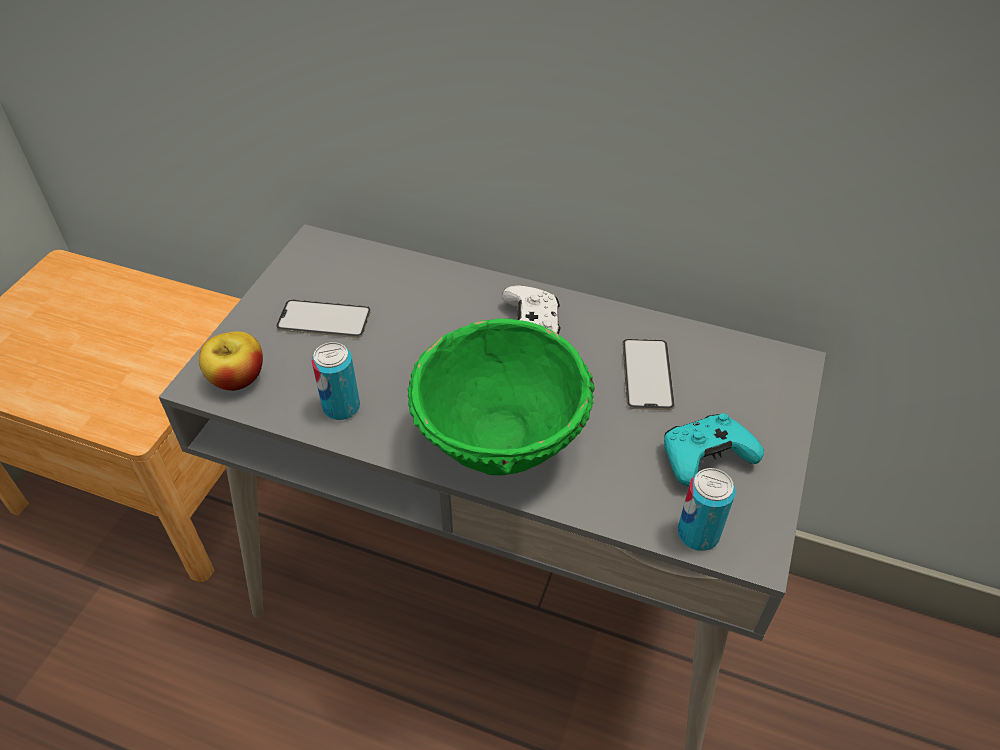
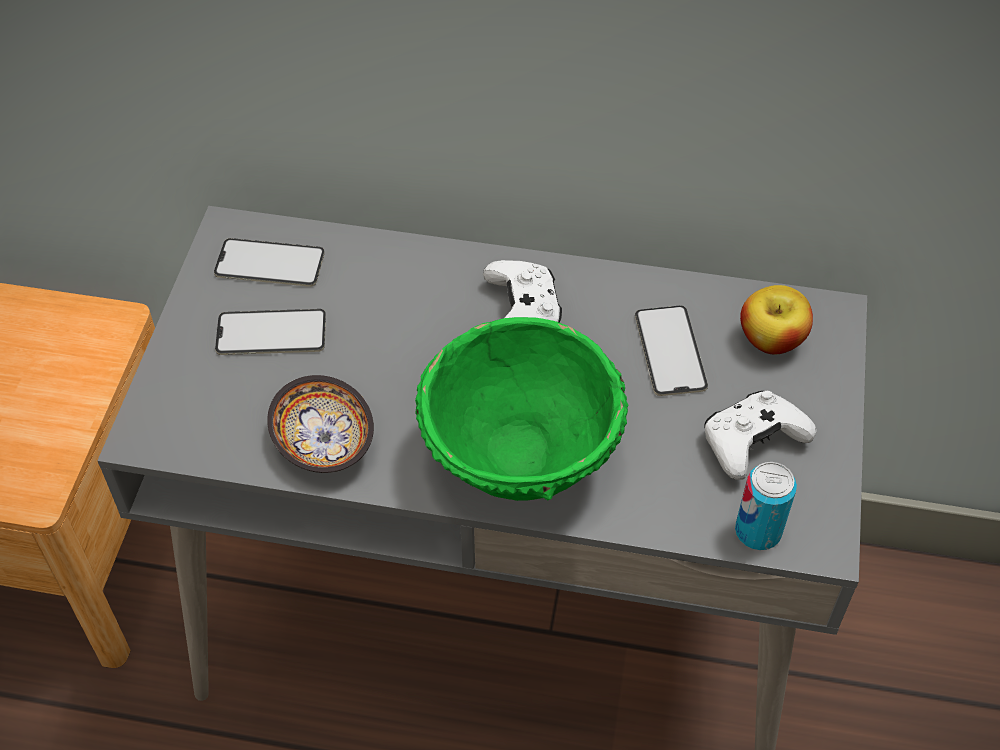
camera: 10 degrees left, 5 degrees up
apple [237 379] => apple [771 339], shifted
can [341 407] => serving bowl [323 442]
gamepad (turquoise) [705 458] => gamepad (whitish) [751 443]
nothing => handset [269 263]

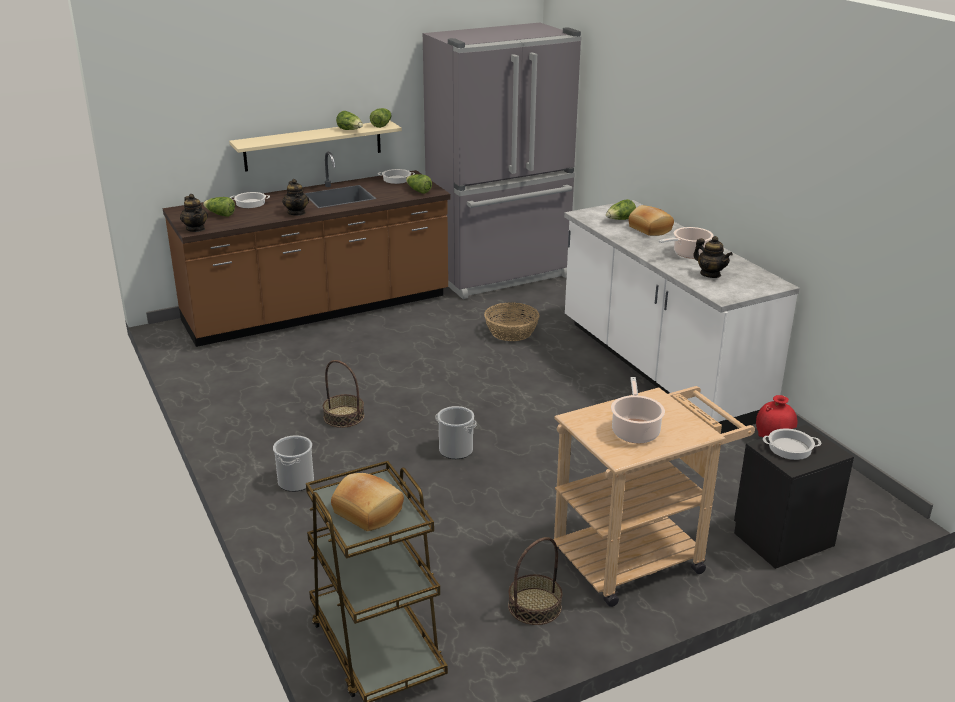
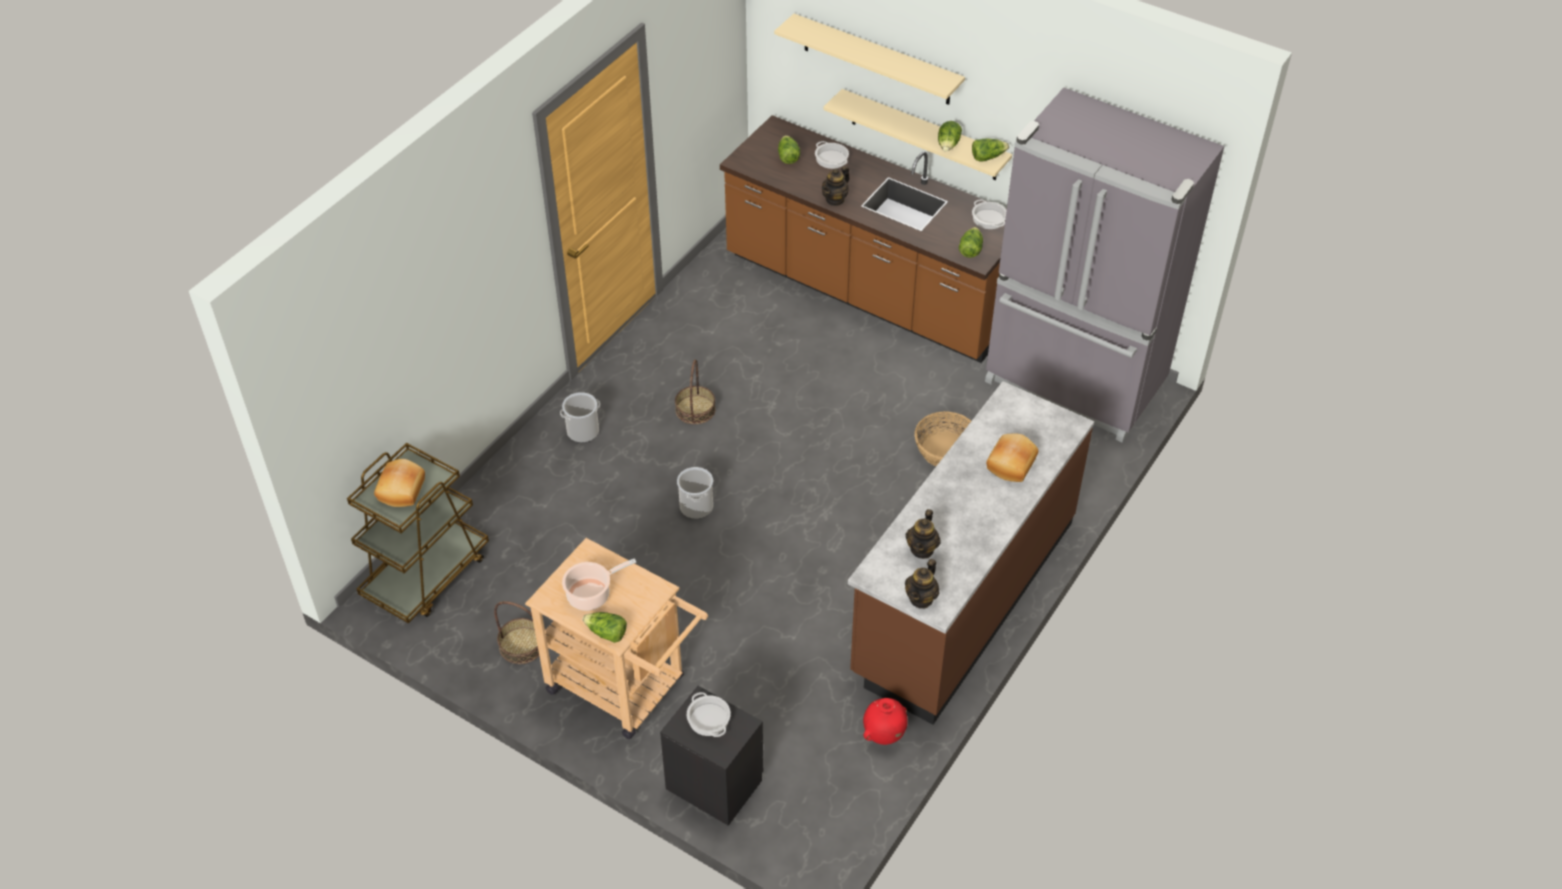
camera: 60 degrees right, 20 degrees up
tea pot [195 229] => tea pot [921 598], shifted
head of lettuce [620 220] => head of lettuce [606 633], shifted
kitchen counter (whitish) [659 369] => kitchen counter (brownish) [962 597]
stockpot [689 254] => nothing
nothing => bracket shelf (beige-coloured) [876 60]

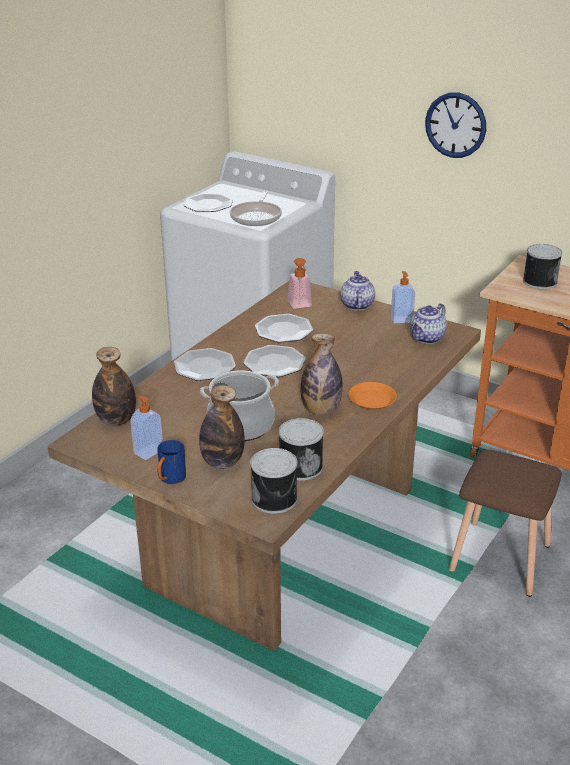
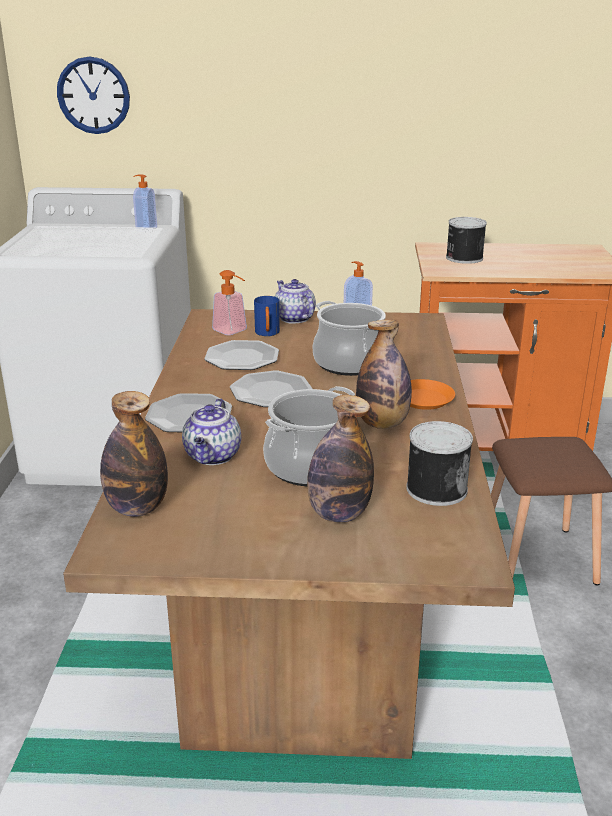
camera: 30 degrees left, 5 degrees down
wall clock [455 125] => wall clock [93 95], shifted
pan [257 217] => nothing
dinner plate [208 204] => nothing
tea pot [427 338] => tea pot [213 456], shifted
soap dispenser [148 451] => soap dispenser [146 229], shifted
coffee mug (blue-coloured) [170 480] => coffee mug (blue-coloured) [267 334], shifted
can [275 498] => nothing
nothing => stockpot [350 363]

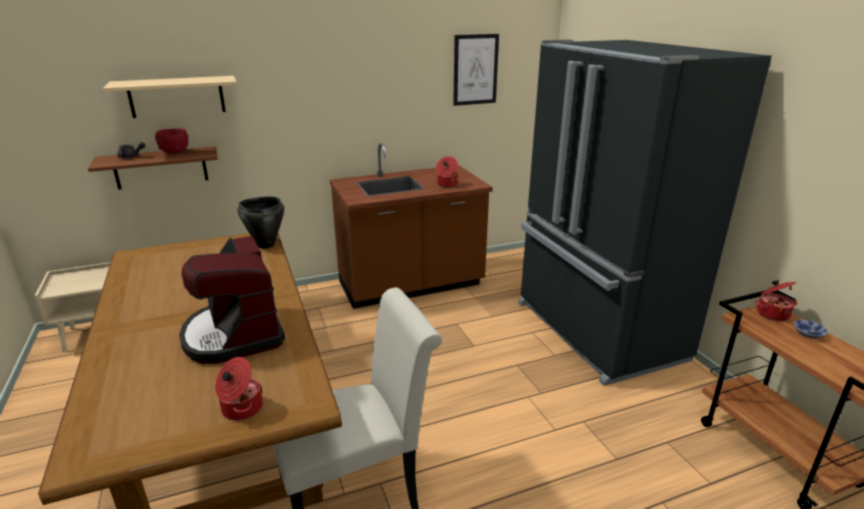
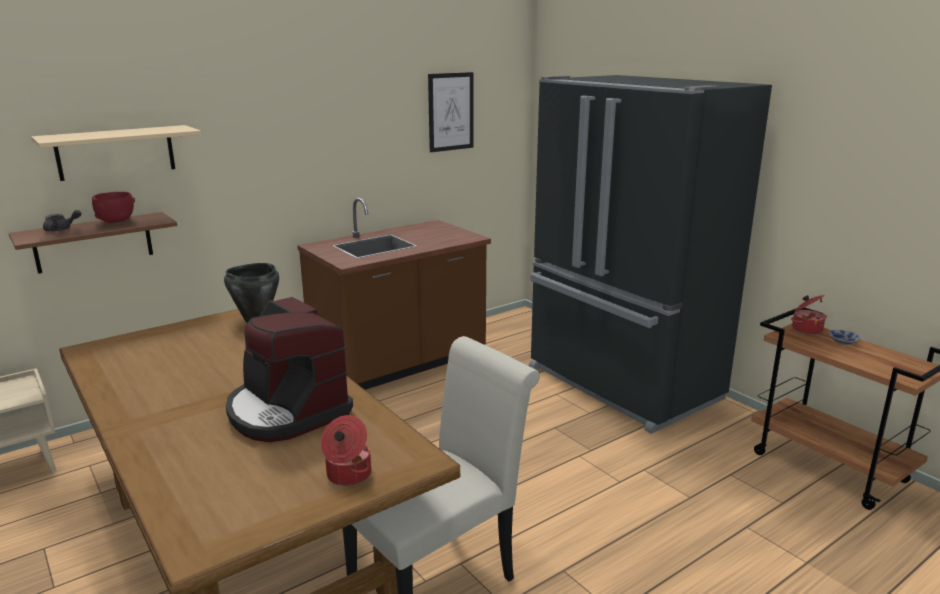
camera: 15 degrees left, 5 degrees down
stockpot [447 184] => nothing

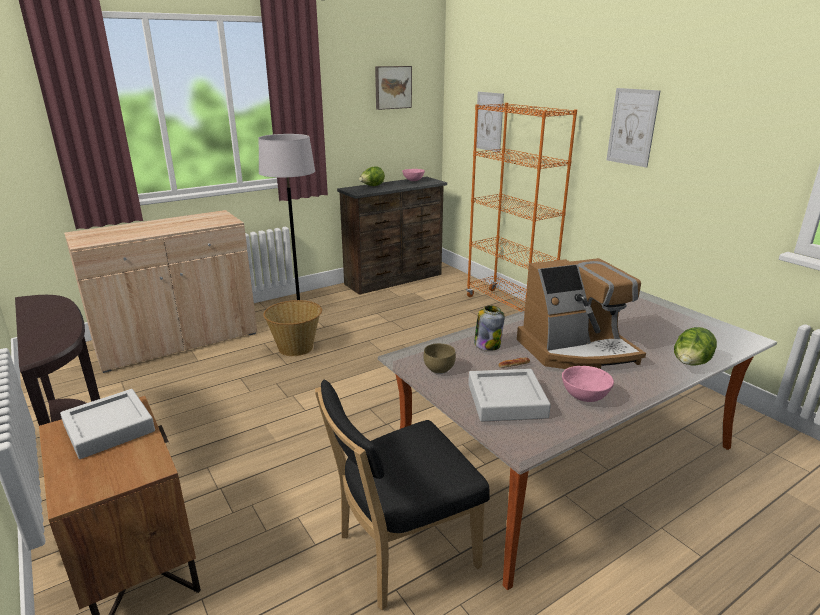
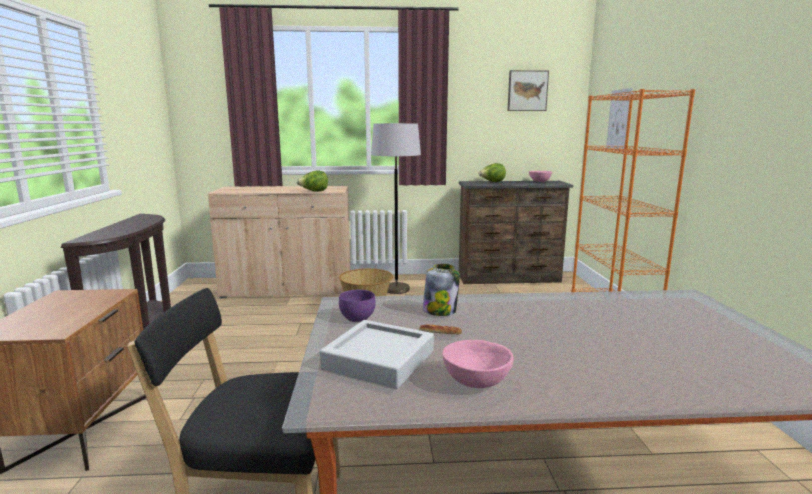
camera: 30 degrees right, 10 degrees down
wall art [632 127] => nothing
coffee brewer [577 350] => nothing
head of lettuce [690 365] => head of lettuce [314 191], shifted
serving bowl (brownish) [439 369] => serving bowl (purple-coloured) [358 318]
serving tray (gray) [109 428] => nothing

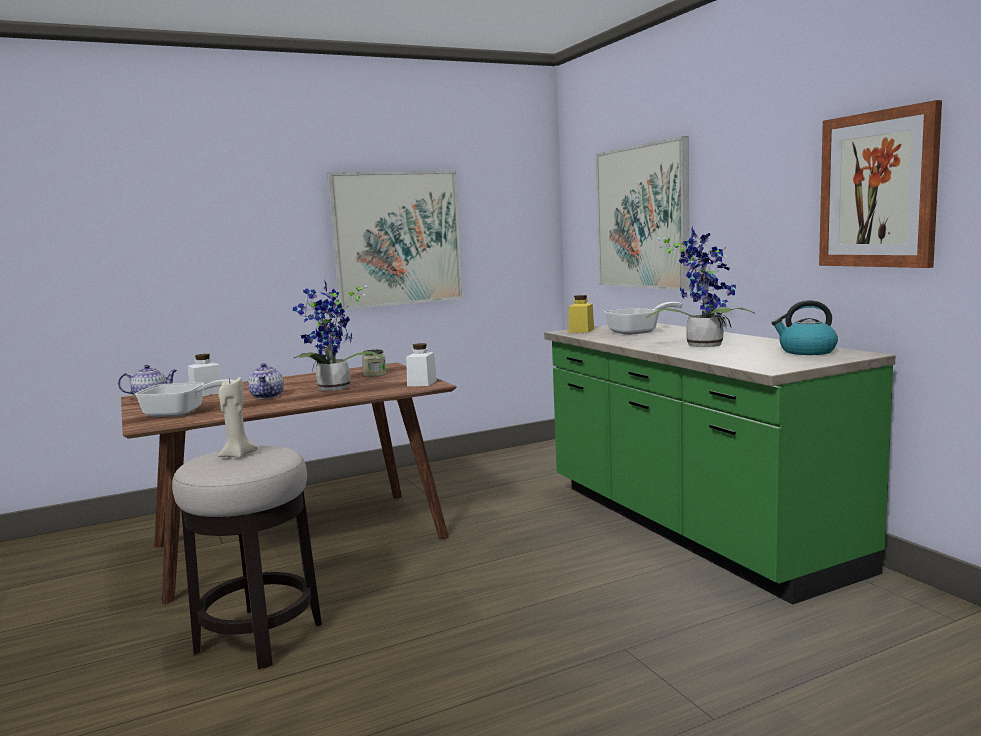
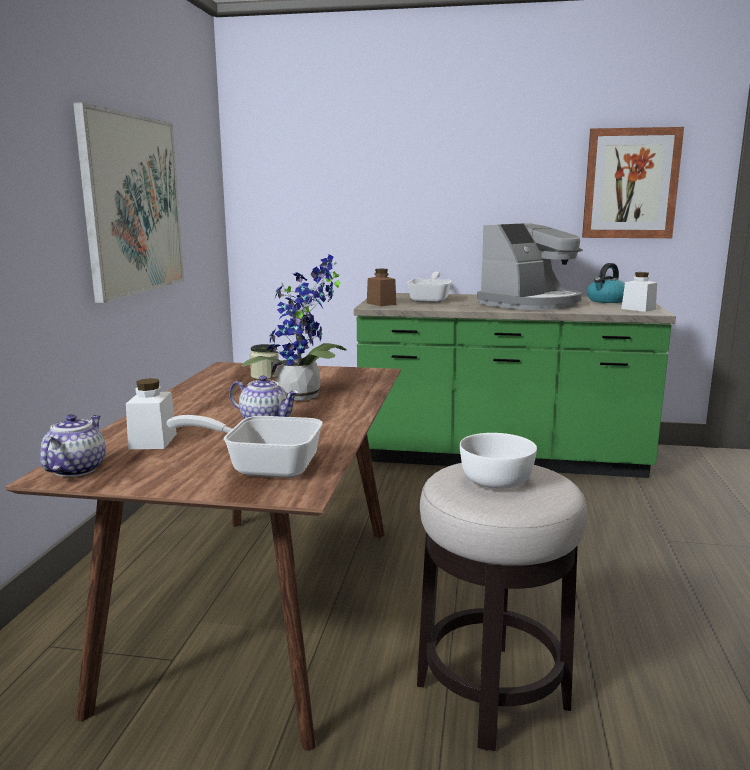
camera: 55 degrees left, 5 degrees up
wall art [642 217] => nothing
plant in a pot [703 345] => coffee brewer [531 303]
storage jar (yellow) [581 330] => storage jar (brownish) [381 304]
storage jar (whitish) [422 383] => storage jar (whitish) [638 309], shifted
candle (beige-coloured) [237 455] => serving bowl (whitish) [496 479]
pan [181 413] => pan [263 466], 120 degrees counterclockwise

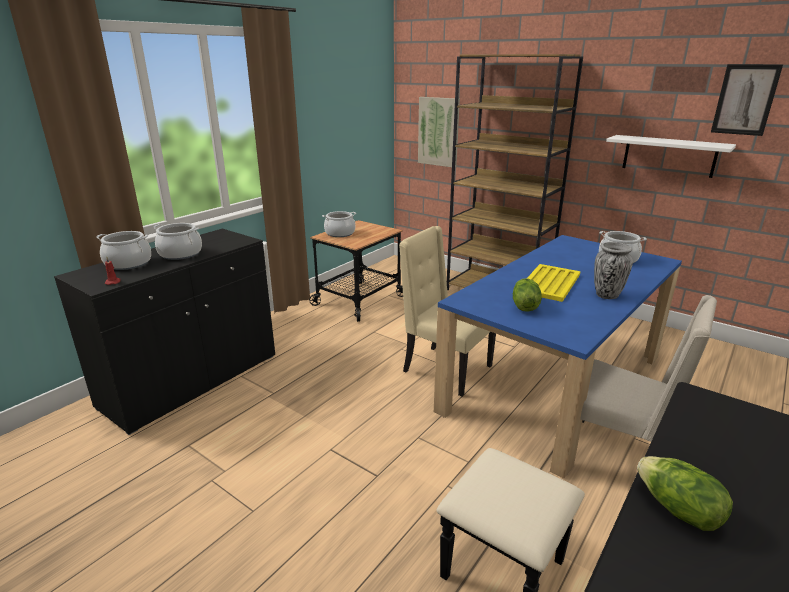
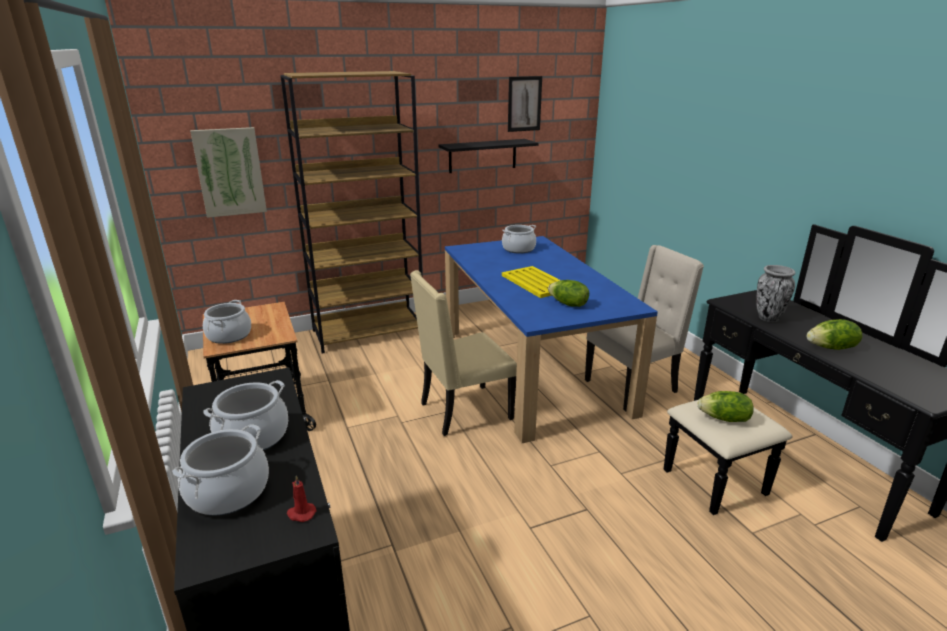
camera: 60 degrees left, 0 degrees up
bracket shelf (whitish) [669 156] => bracket shelf (black) [482 156]
flower vase [606 295] => flower vase [768 318], shifted
nothing => head of lettuce [724 419]

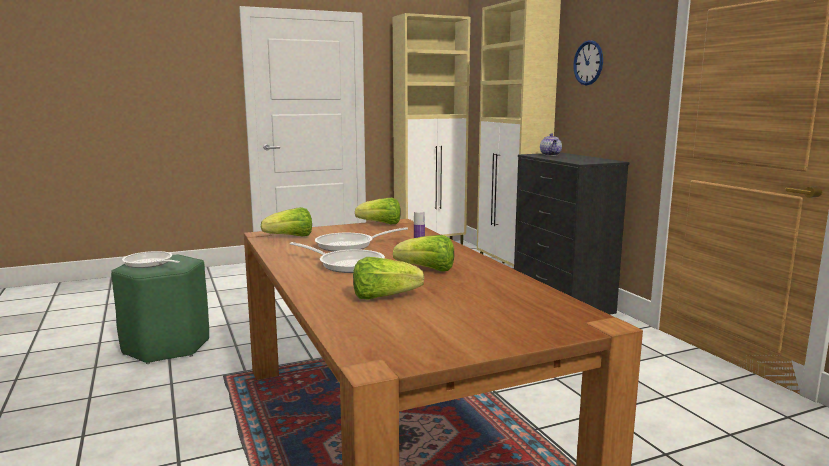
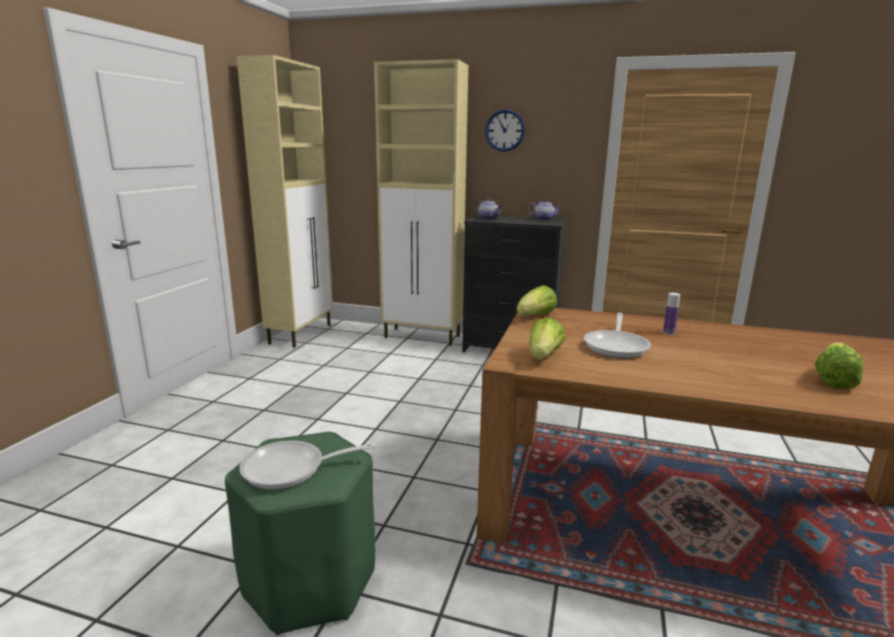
camera: 50 degrees left, 5 degrees up
head of lettuce [427 270] => nothing
pan [346 264] => nothing
nothing => tea pot [544 219]

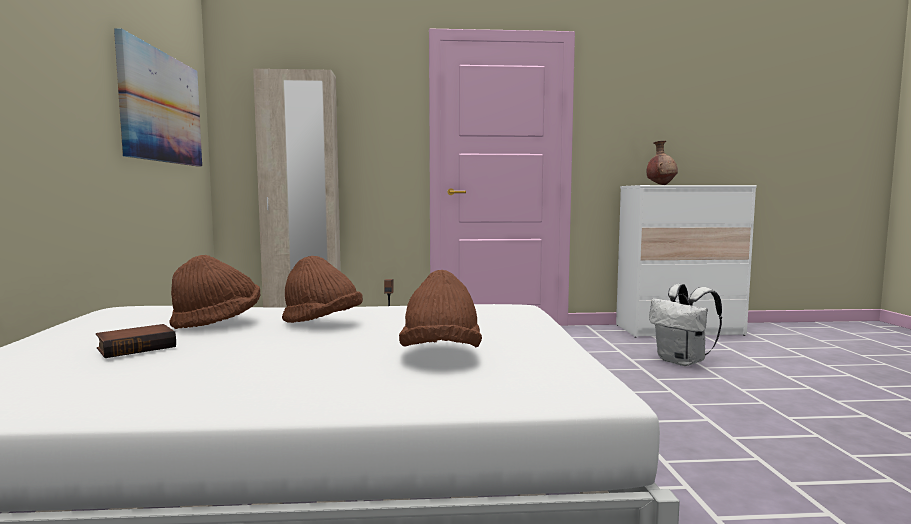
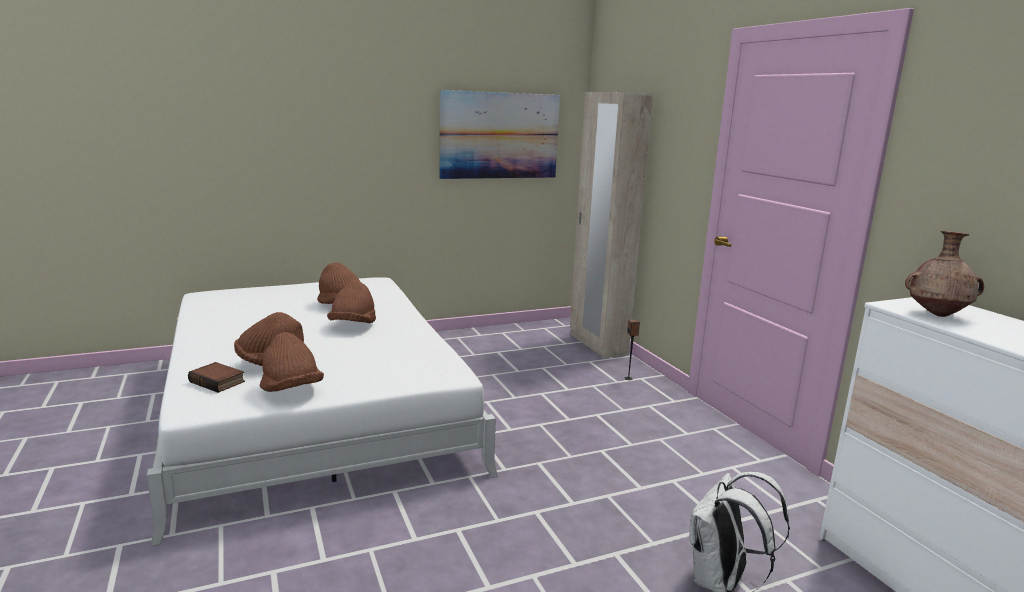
camera: 70 degrees right, 10 degrees up
bound book [137 347] => bound book [219 381], shifted
nothing => hat (brownish) [291 390]

